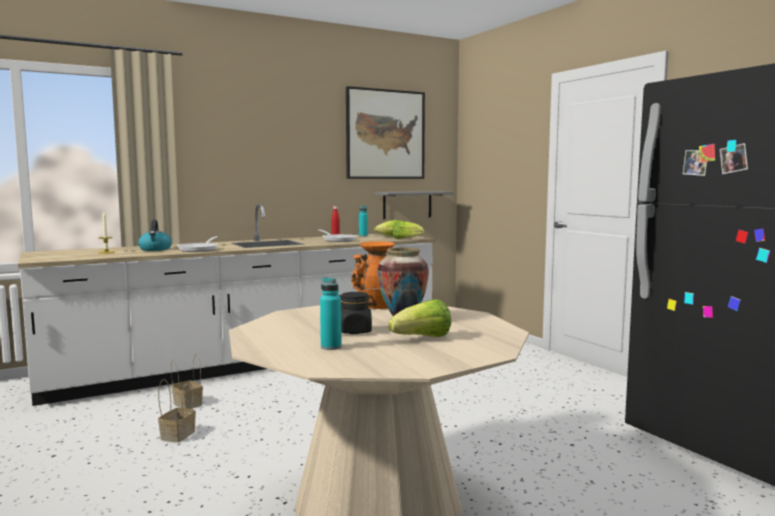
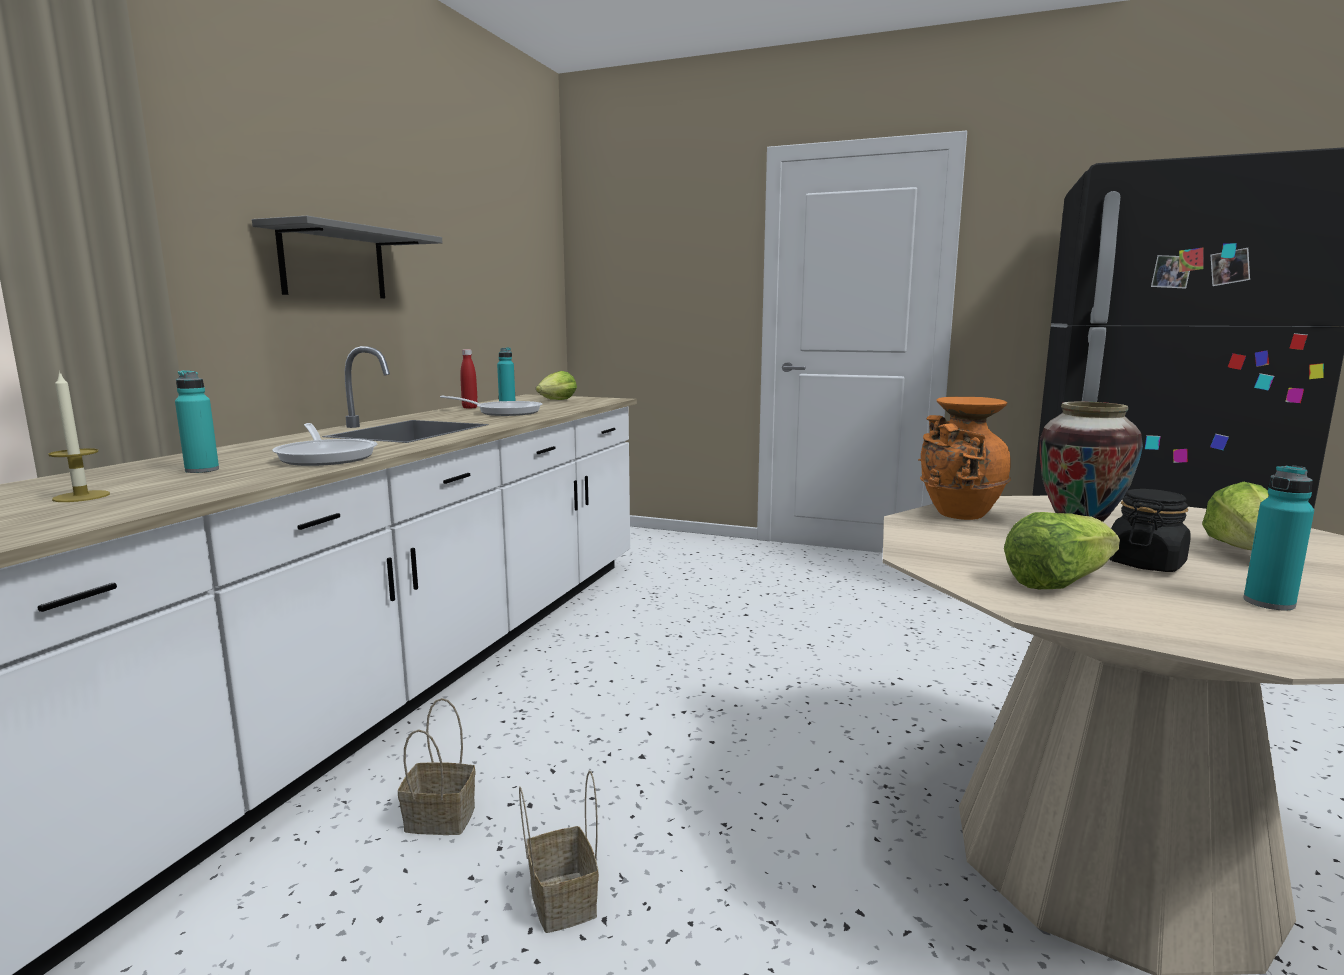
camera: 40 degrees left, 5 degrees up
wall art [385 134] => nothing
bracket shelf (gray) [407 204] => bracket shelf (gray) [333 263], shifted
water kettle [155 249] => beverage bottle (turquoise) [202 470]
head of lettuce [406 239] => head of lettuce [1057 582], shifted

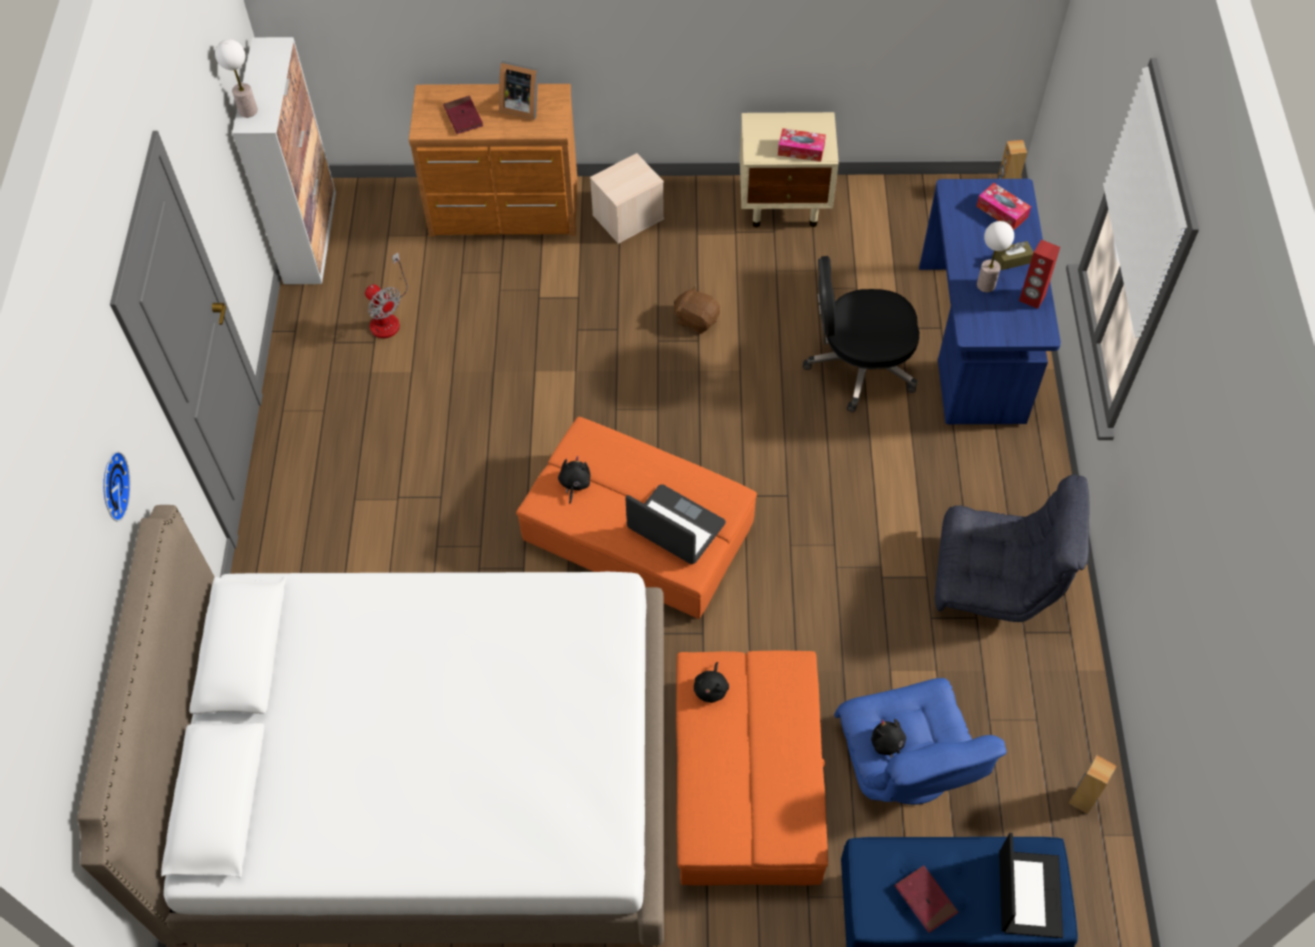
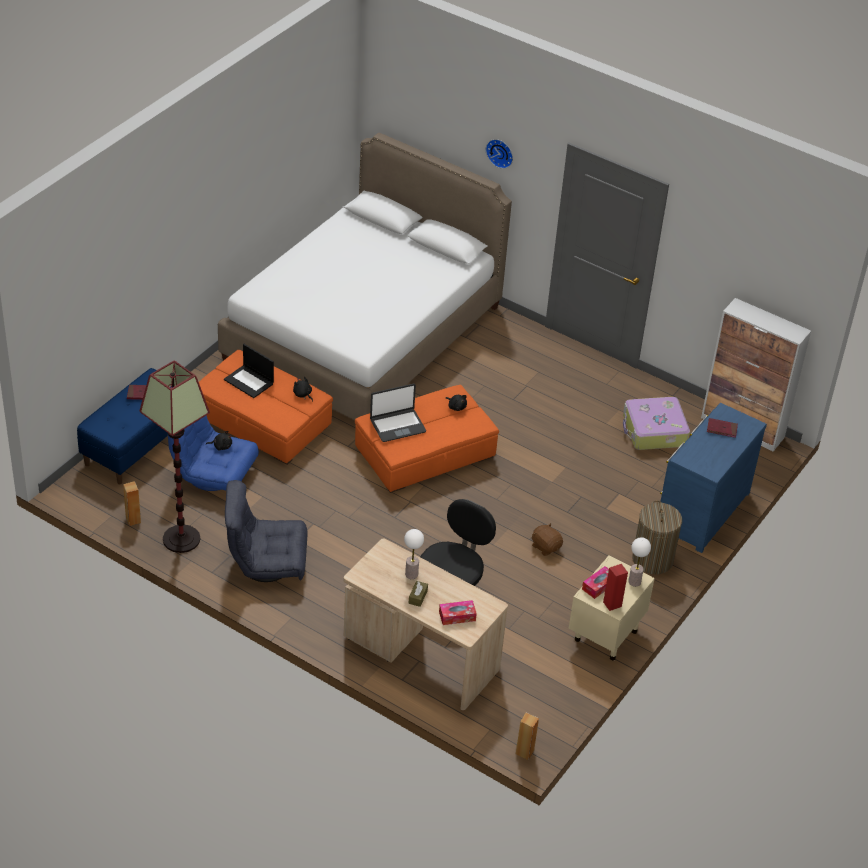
camera: 120 degrees right, 15 degrees down
lamp for a table [248 110] => lamp for a table [634 582], shifted
photo frame [521 106] => nothing
chest of drawers (brownish) [505 212] => chest of drawers (blue-coloured) [700 511]
storage container (beige-coloured) [628 218] => laundry basket [652 559]
desk table (blue-coloured) [974 343] => desk table (beige-coloured) [420 655]
loudspeaker (red) [1032 298] => loudspeaker (red) [612 604], shifted
cooling fan [388 317] => suitcase [654 431]
cuddly toy (brownish) [696 319] => cuddly toy (brownish) [546 547], 105 degrees counterclockwise
armchair (gray) [996 582] => armchair (gray) [266 563], 45 degrees clockwise
laptop [1028 893] => laptop [249 382], shifted
nothing => standing lamp [181 539]

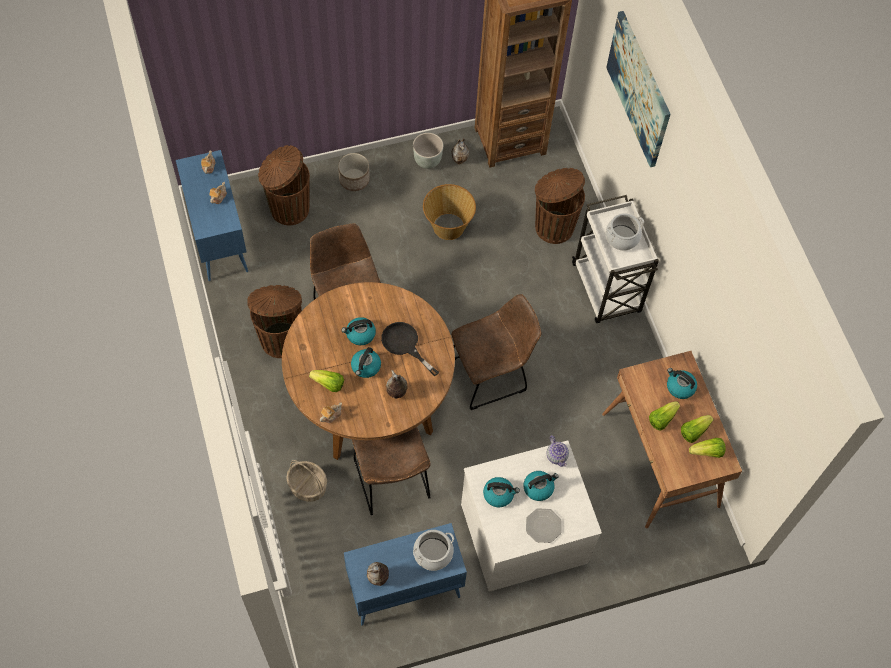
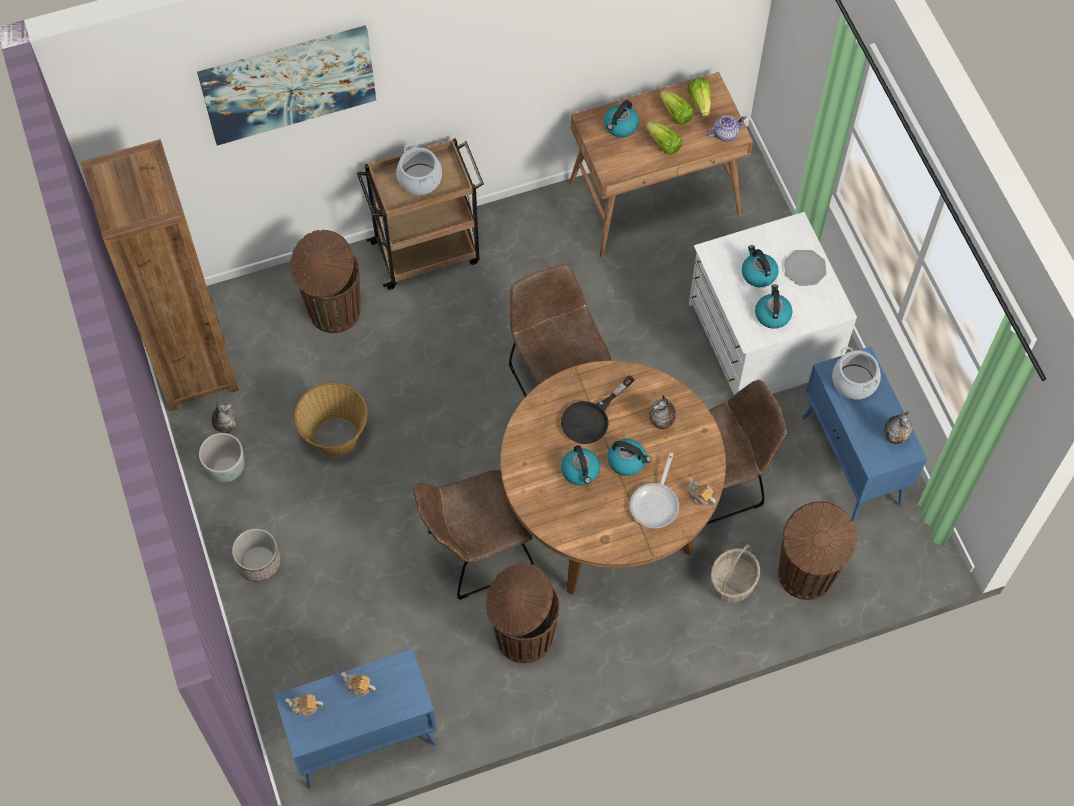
camera: 90 degrees left, 0 degrees up
rubbish bin (brownish) [288 208] => rubbish bin (brownish) [805 576], shifted
trolley (whitish) [606 290] => trolley (brownish) [427 251]
head of lettuce [328 384] => pan [656 503]
tea pot [557 456] => tea pot [725 133], shifted

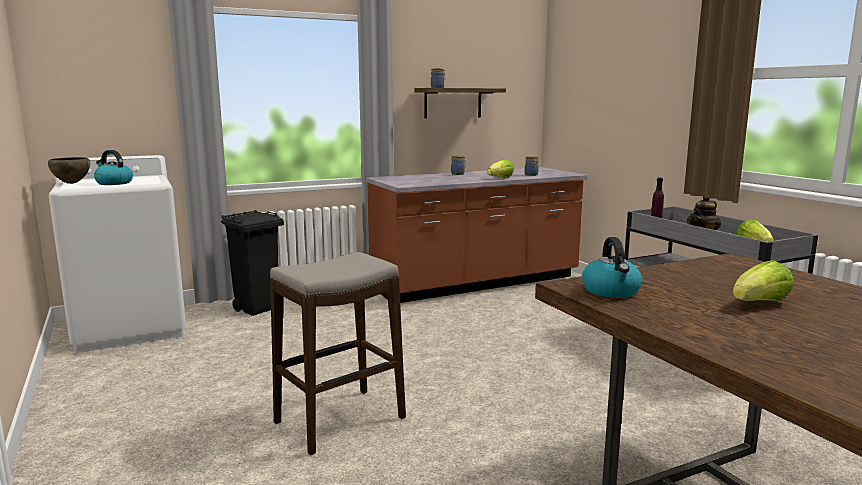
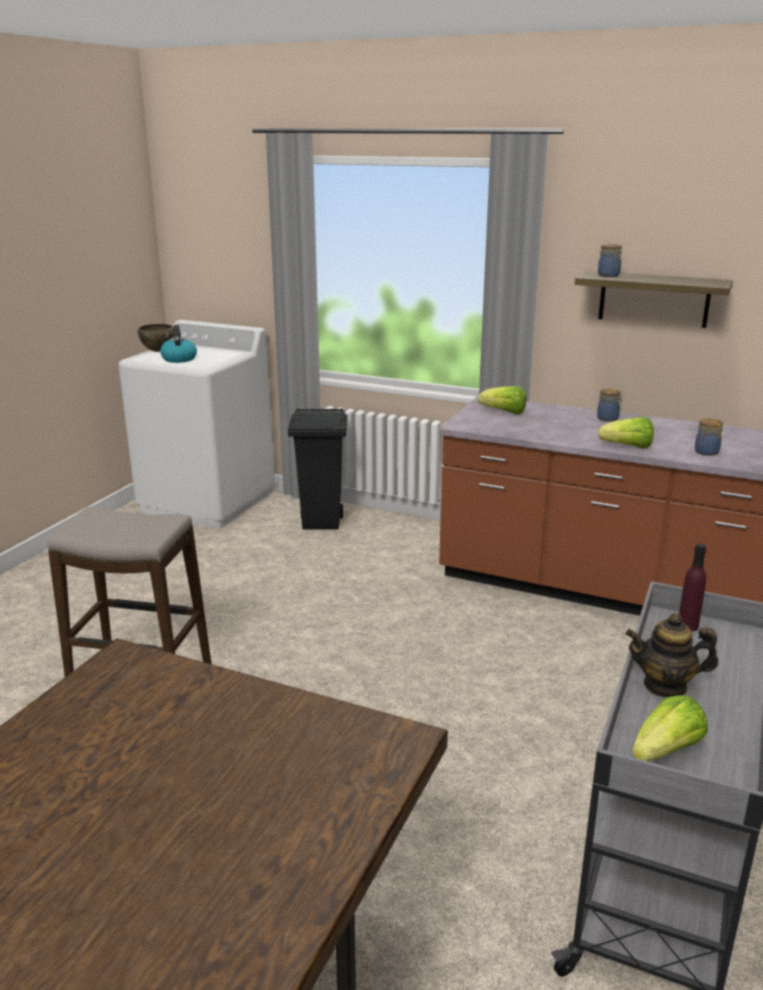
camera: 50 degrees right, 10 degrees up
water kettle [611 291] => nothing
head of lettuce [760 303] => head of lettuce [504 412], shifted

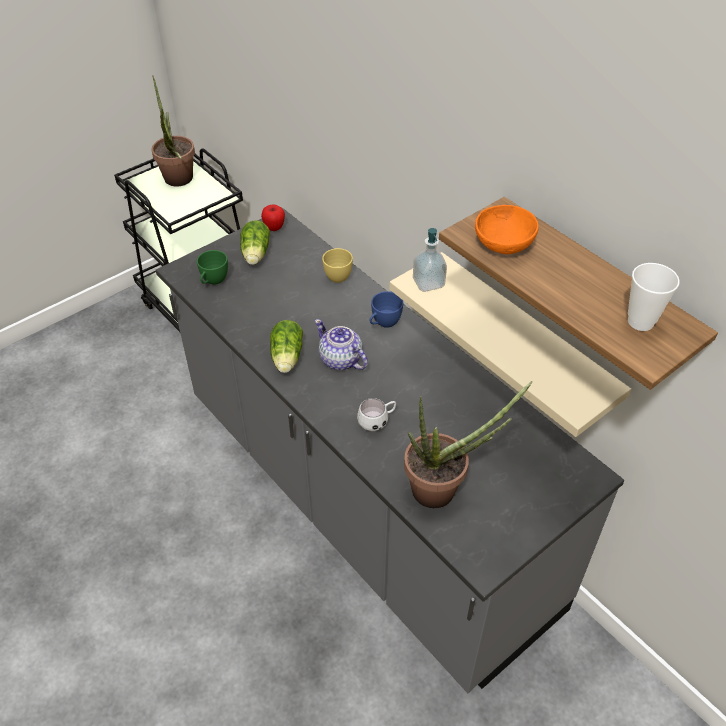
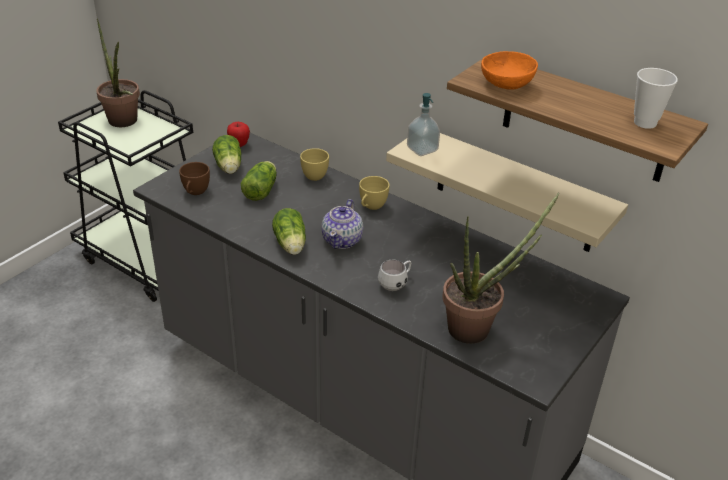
camera: 15 degrees left, 10 degrees down
cup (green-coloured) [213 281] => cup (brownish) [195 192]
cup (blue-coloured) [383 323] => cup (yellow) [371 207]
tea pot [341 360] => tea pot [342 240], 105 degrees counterclockwise
nothing => head of lettuce [262 189]

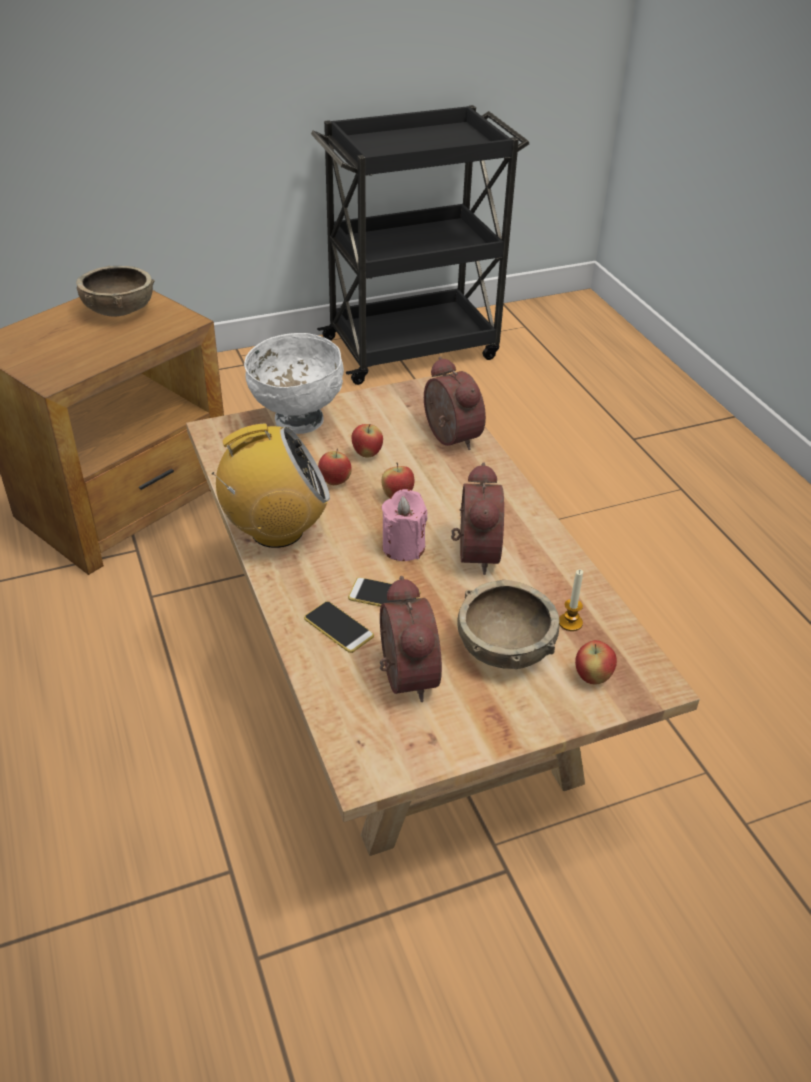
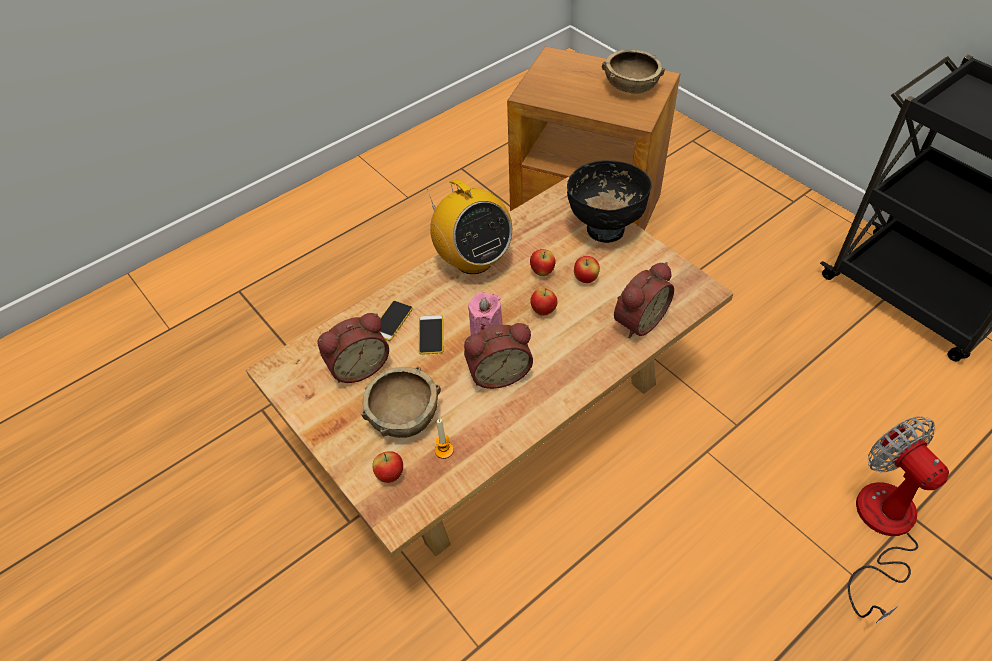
camera: 75 degrees right, 10 degrees up
serving bowl (whitish) [297 420] => serving bowl (black) [605 228]
nothing => cooling fan [881 529]

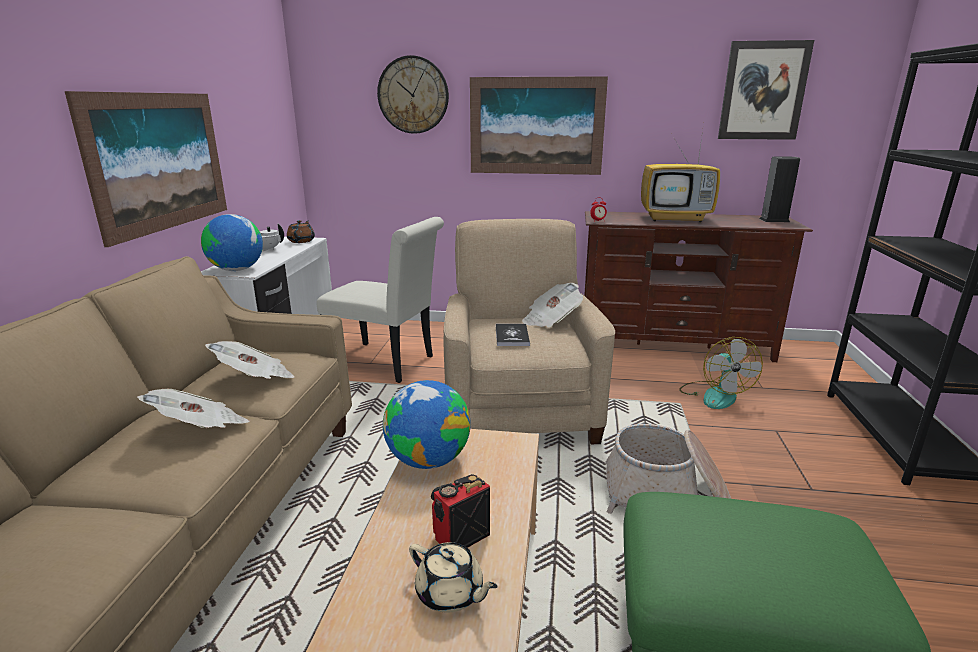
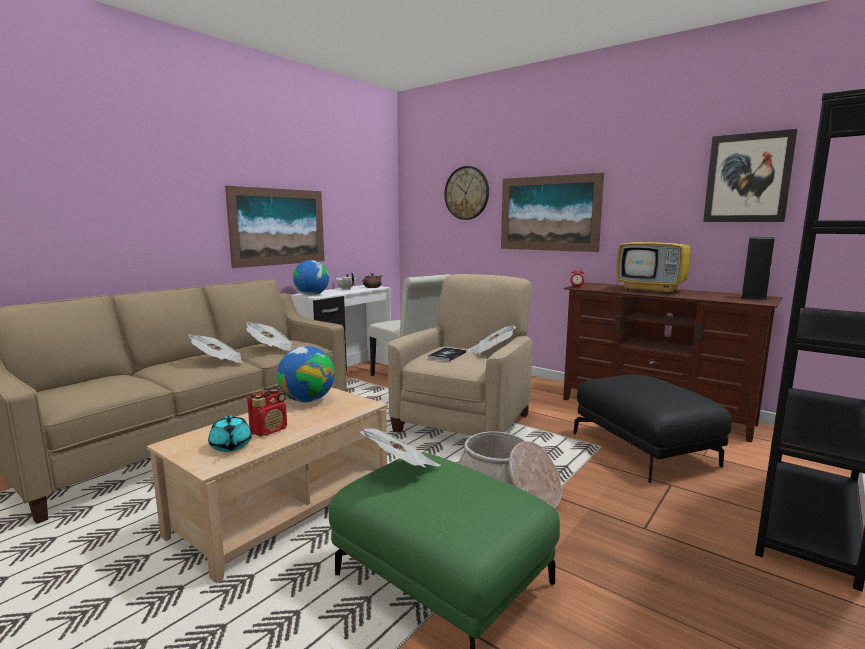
camera: 30 degrees right, 10 degrees down
cooling fan [715 395] => ottoman (black) [645 449]
radio set [460 537] => radio set [269 430], 135 degrees clockwise
tea pot (beige-coloured) [450 593] => tea pot (turquoise) [230 446]
nothing => printed paper [401 467]

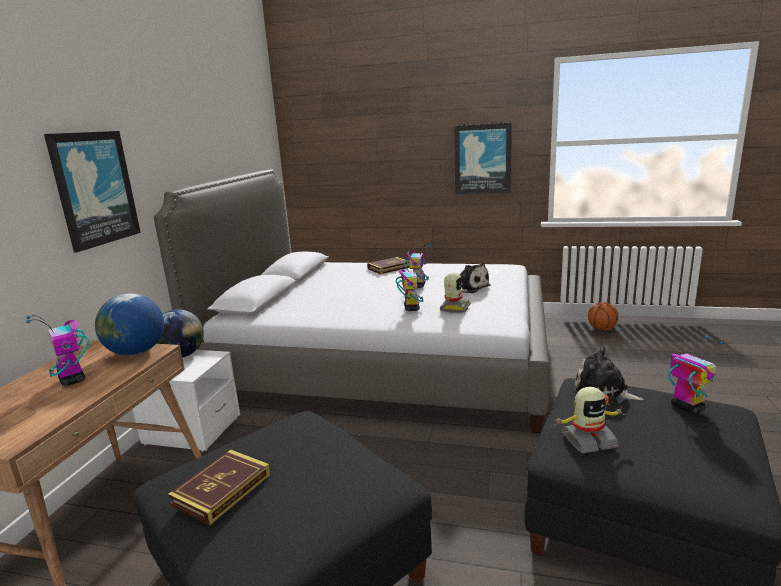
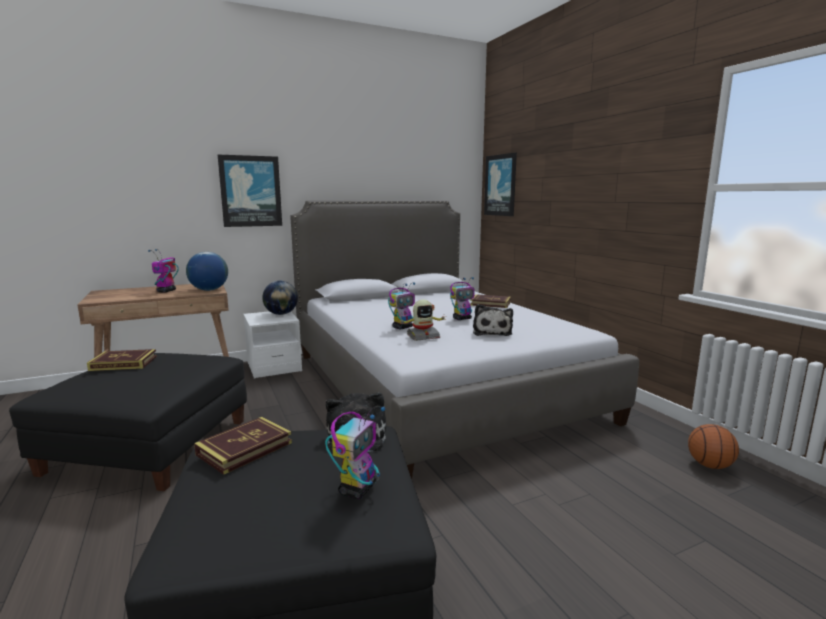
camera: 50 degrees right, 5 degrees down
wall art [482 159] => wall art [500 185], shifted
model robot [587 440] => bound book [244 448]

